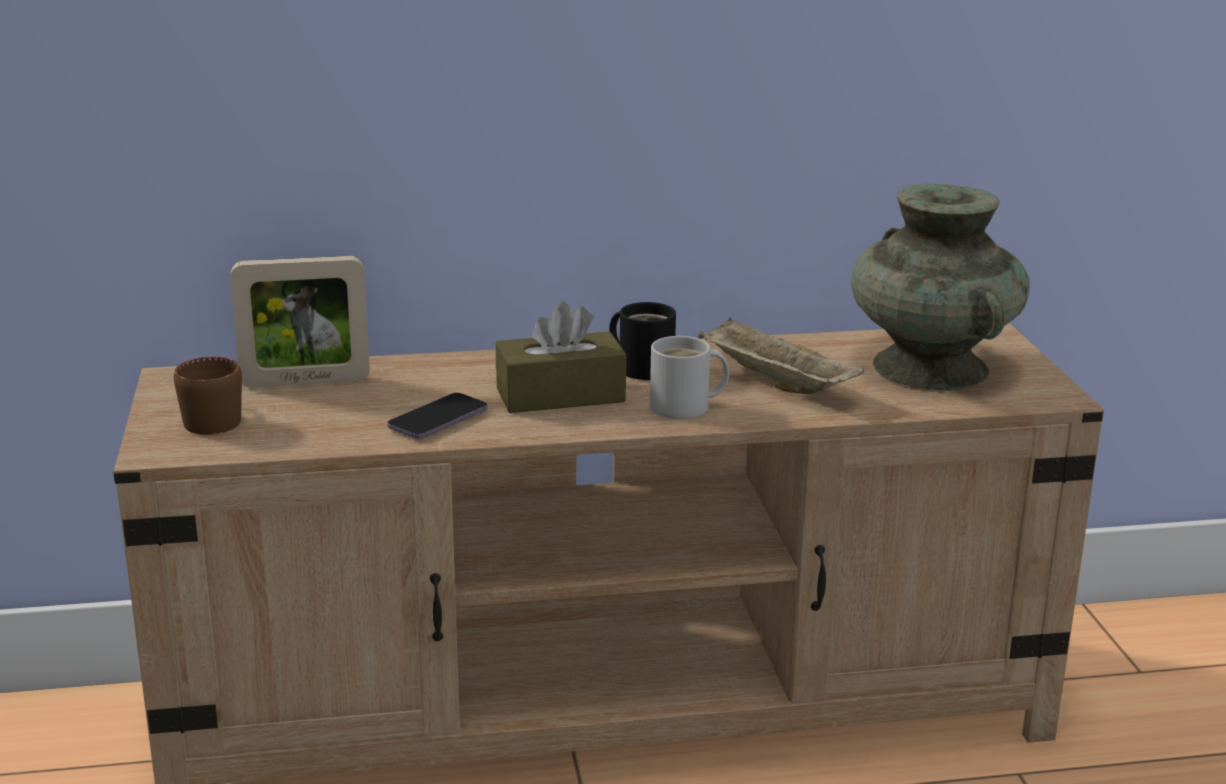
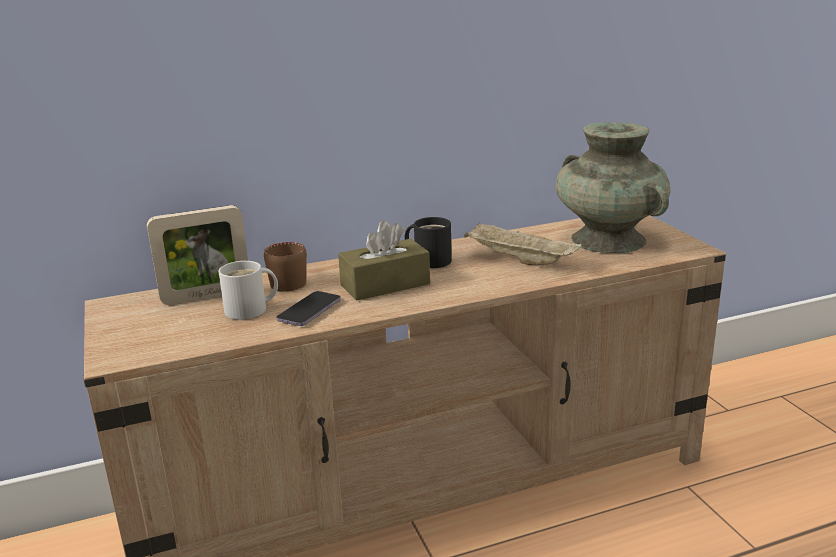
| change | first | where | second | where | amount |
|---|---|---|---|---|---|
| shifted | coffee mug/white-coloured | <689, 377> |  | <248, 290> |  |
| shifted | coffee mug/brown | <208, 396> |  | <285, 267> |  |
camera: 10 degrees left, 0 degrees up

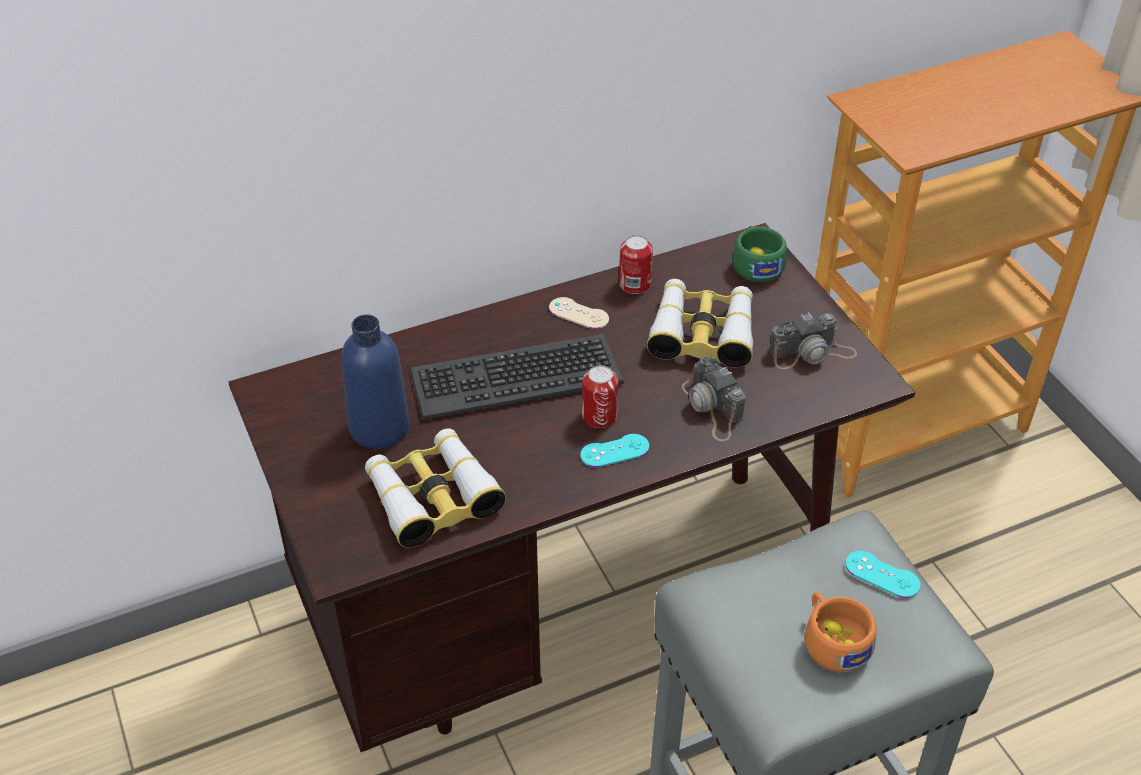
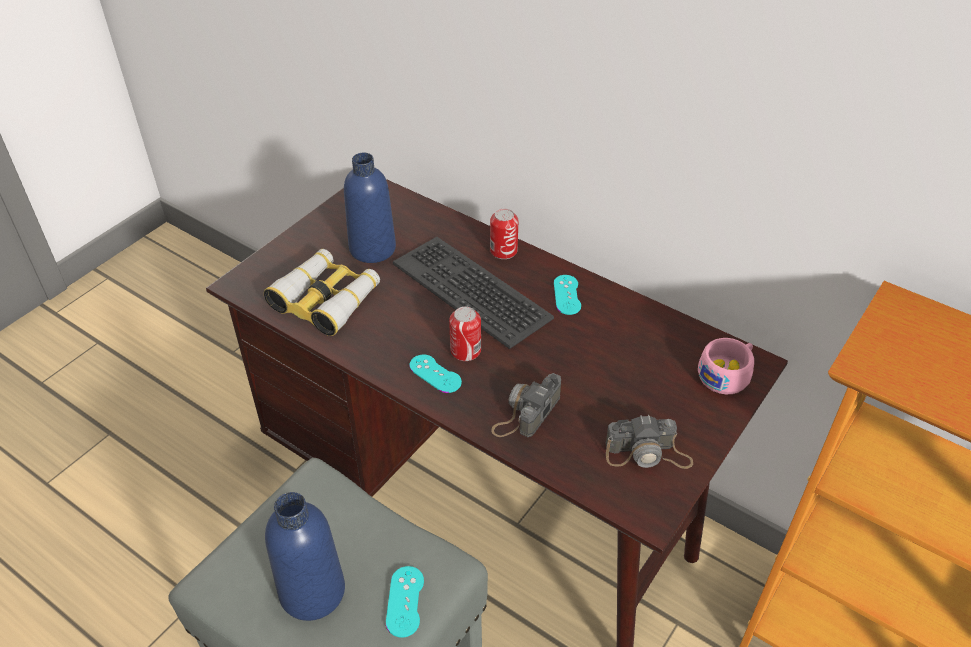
| change | first | where | second | where | amount |
|---|---|---|---|---|---|
| swapped | small cup/orange | <841, 632> | bottle/blue | <305, 556> |  |
| shifted | sealed can | <636, 264> |  | <504, 234> |  |
| repainted | game controller/beige-coloured | <579, 313> | game controller/turquoise | <567, 295> |  |
| rotated | photo camera | <813, 340> |  | <649, 442> | 45 degrees counterclockwise |
| repainted | small cup/green-coloured | <759, 254> | small cup/pink-coloured | <726, 366> |  |
| gone | pair of binoculars | <700, 323> |  |  |  |
camera: 60 degrees right, 0 degrees up

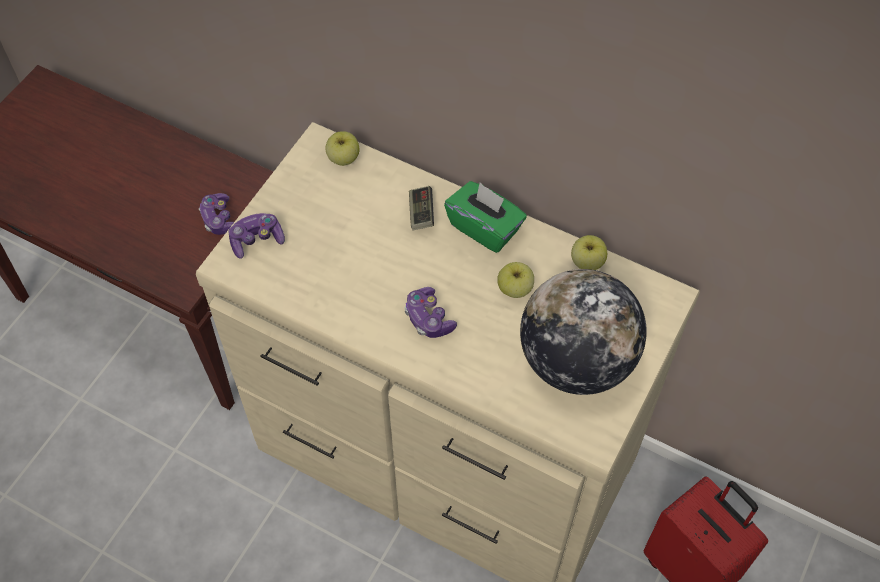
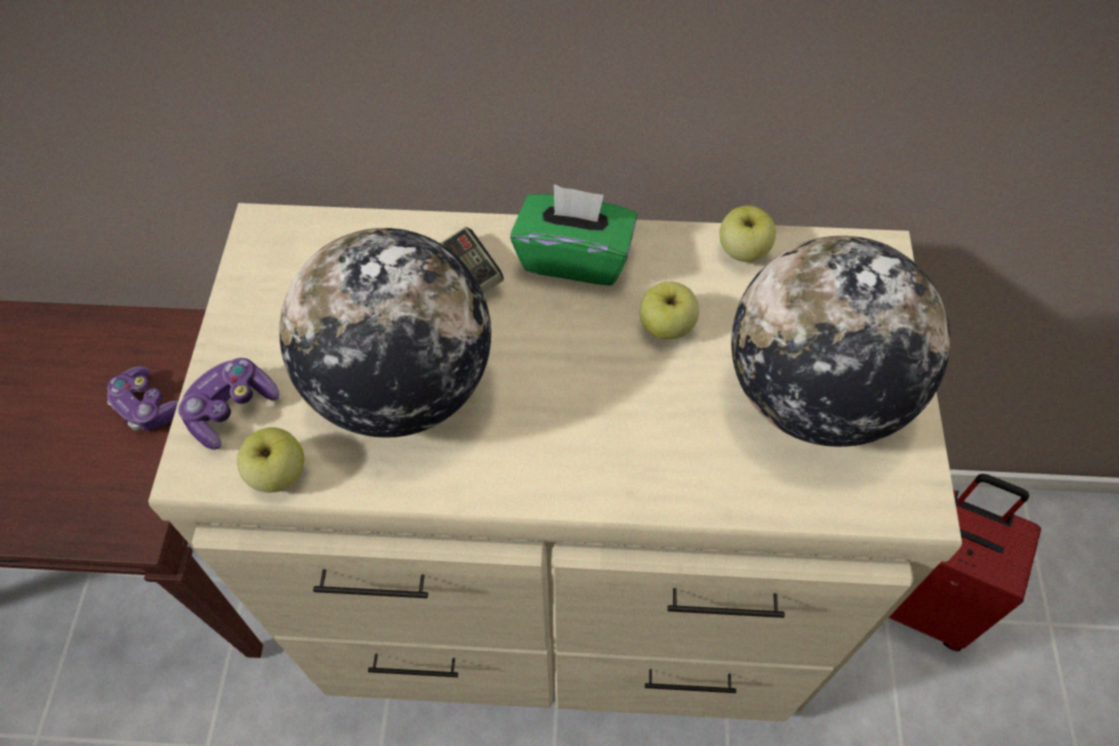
| change | first | where | second | where | amount |
|---|---|---|---|---|---|
| shifted | apple | <342, 148> |  | <270, 459> |  |
| new |  |  | world globe | <385, 332> |  |
| gone | game controller | <430, 312> |  |  |  |
camera: 25 degrees left, 0 degrees up

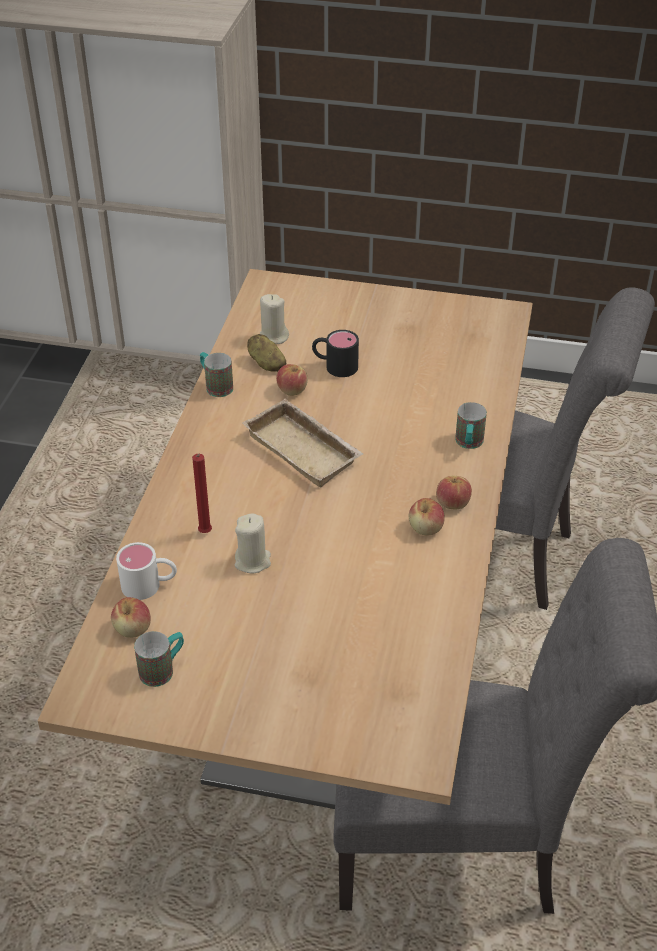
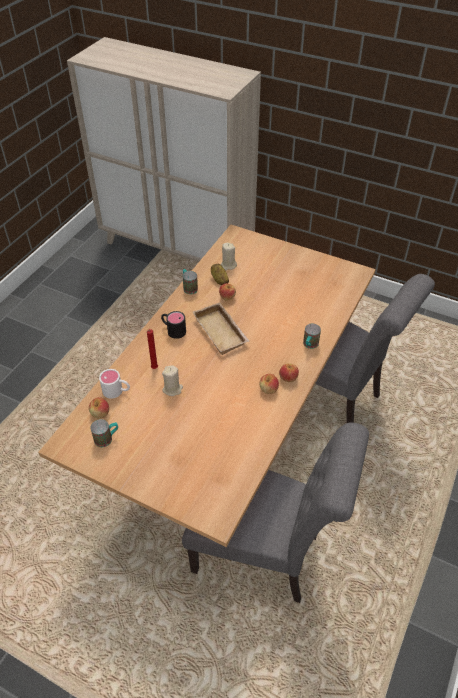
| change | first | where | second | where | amount |
|---|---|---|---|---|---|
| shifted | coffee mug/black | <335, 353> |  | <173, 325> |  |
camera: 15 degrees right, 5 degrees up

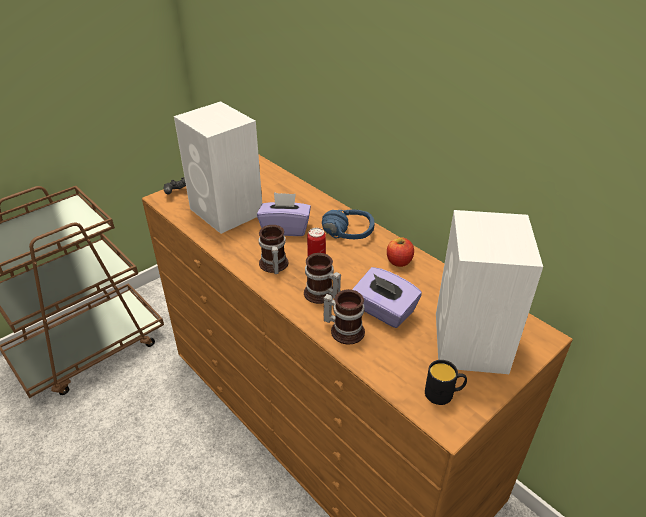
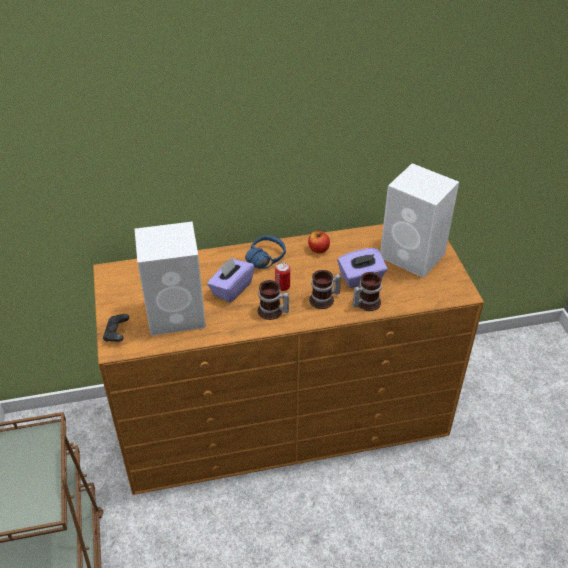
| change | first | where | second | where | amount |
|---|---|---|---|---|---|
| gone | coffee mug/black | <446, 382> |  |  |  |
camera: 60 degrees left, 5 degrees up

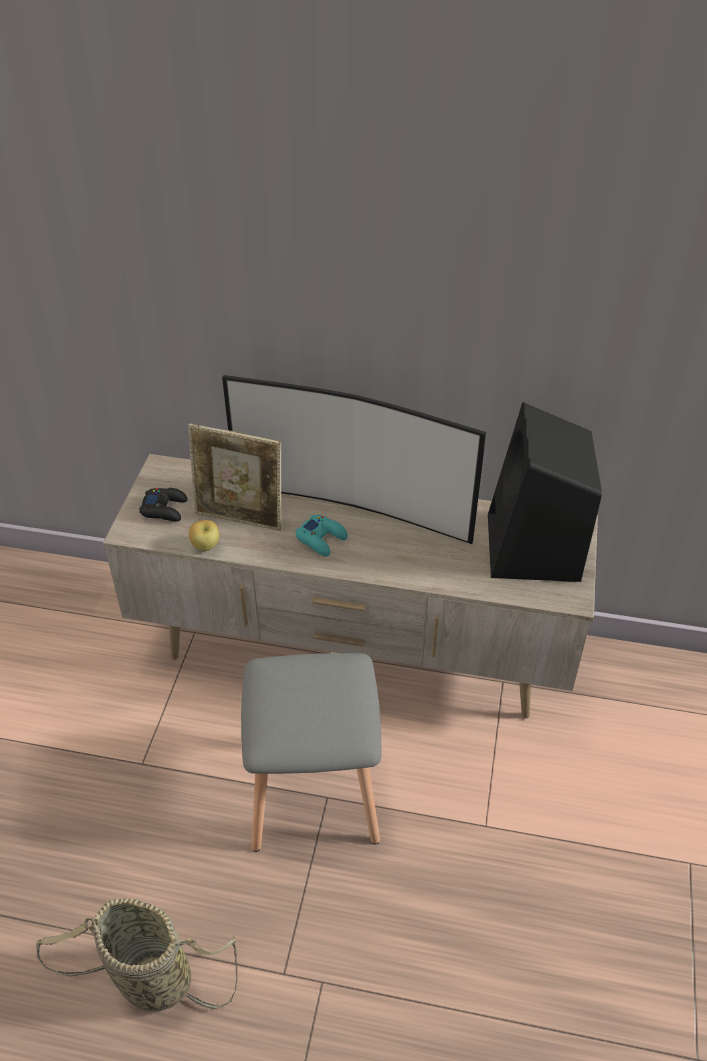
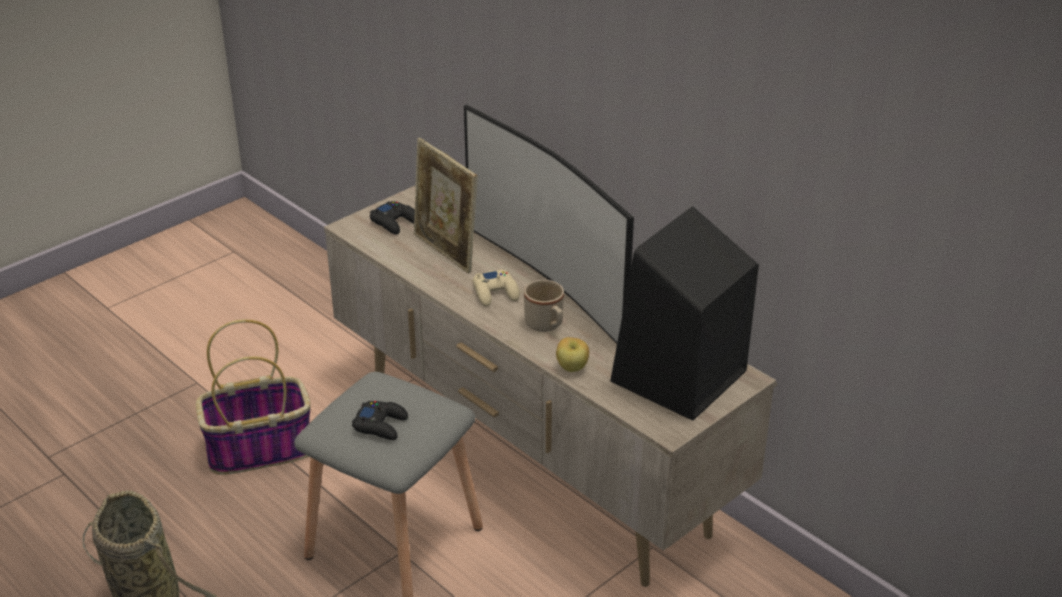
| change | first | where | second | where | amount |
|---|---|---|---|---|---|
| new |  |  | basket | <253, 397> |  |
| new |  |  | game controller/black | <380, 420> |  |
| repainted | game controller/turquoise | <322, 536> | game controller/beige-coloured | <496, 288> |  |
| new |  |  | coffee mug/beige-coloured | <544, 306> |  |
| shifted | apple | <204, 535> |  | <572, 354> |  |
camera: 35 degrees right, 10 degrees down

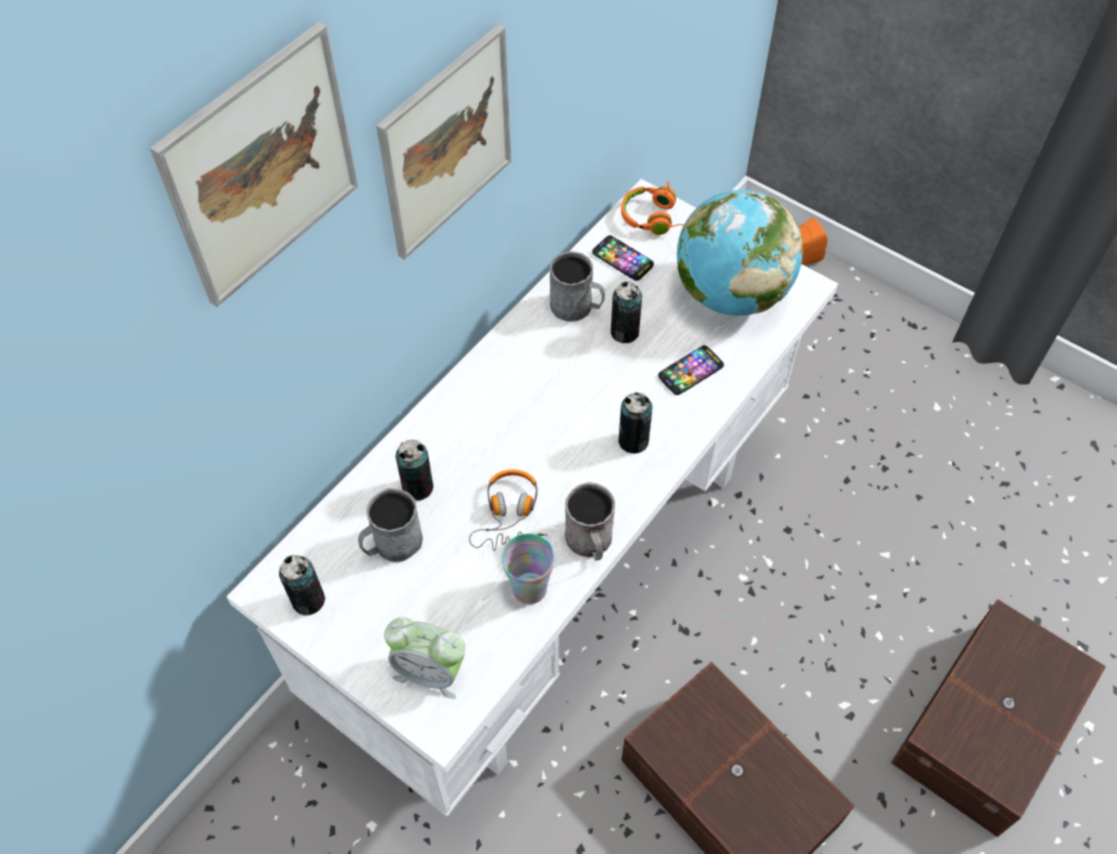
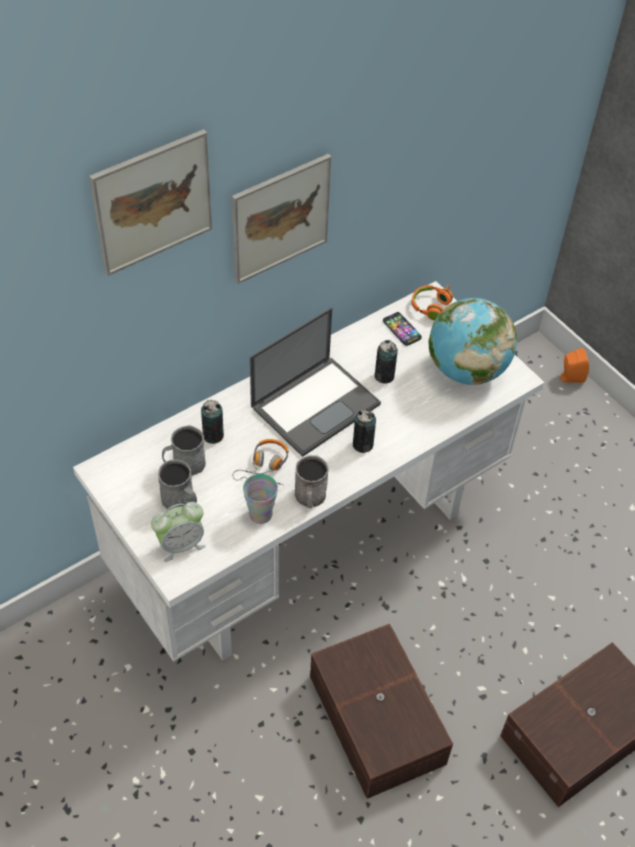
| change | first | where | second | where | amount |
|---|---|---|---|---|---|
| rotated | bedside clock | <424, 658> |  | <178, 532> | 60 degrees counterclockwise |
| shifted | coffee mug/gray | <577, 287> |  | <177, 484> |  |
| new |  |  | notebook computer | <315, 382> |  |
| gone | sealed can | <302, 585> |  |  |  |
| gone | telephone | <691, 370> |  |  |  |
camera: 15 degrees right, 5 degrees down

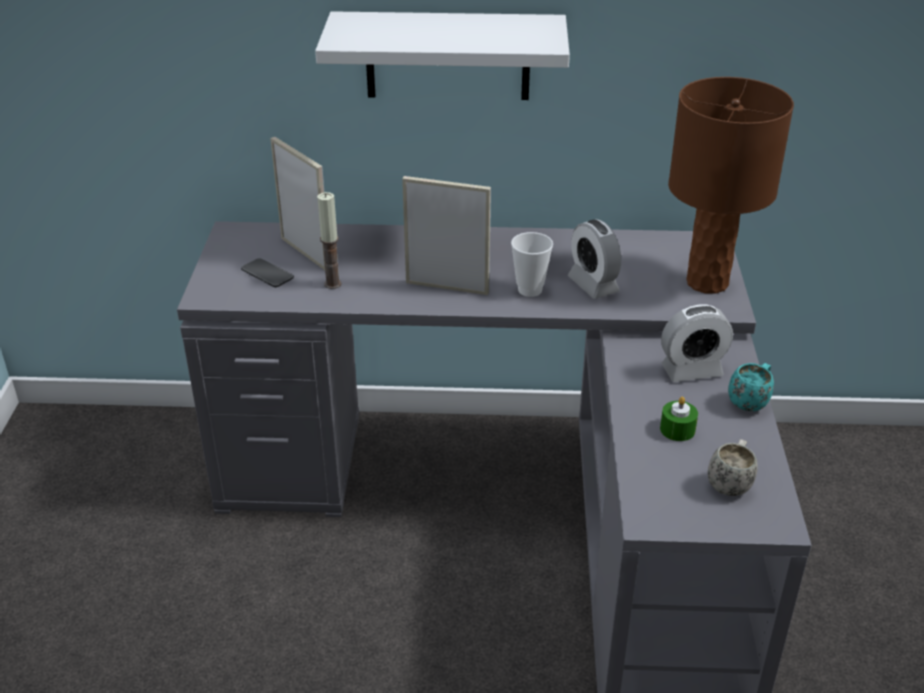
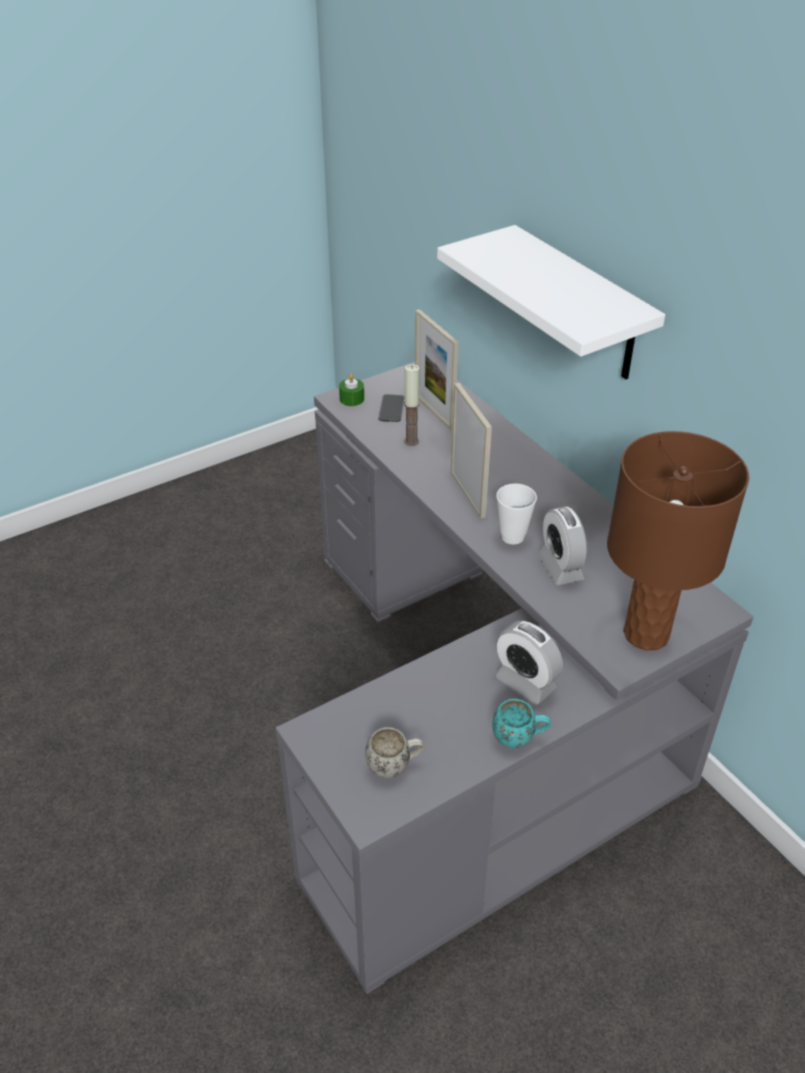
| change | first | where | second | where | amount |
|---|---|---|---|---|---|
| shifted | candle/green-coloured | <679, 418> |  | <351, 390> |  |
| rotated | picture frame | <297, 203> |  | <436, 369> | 135 degrees clockwise |
| rotated | bedside clock | <594, 259> |  | <562, 545> | 45 degrees counterclockwise |
camera: 55 degrees right, 5 degrees up

